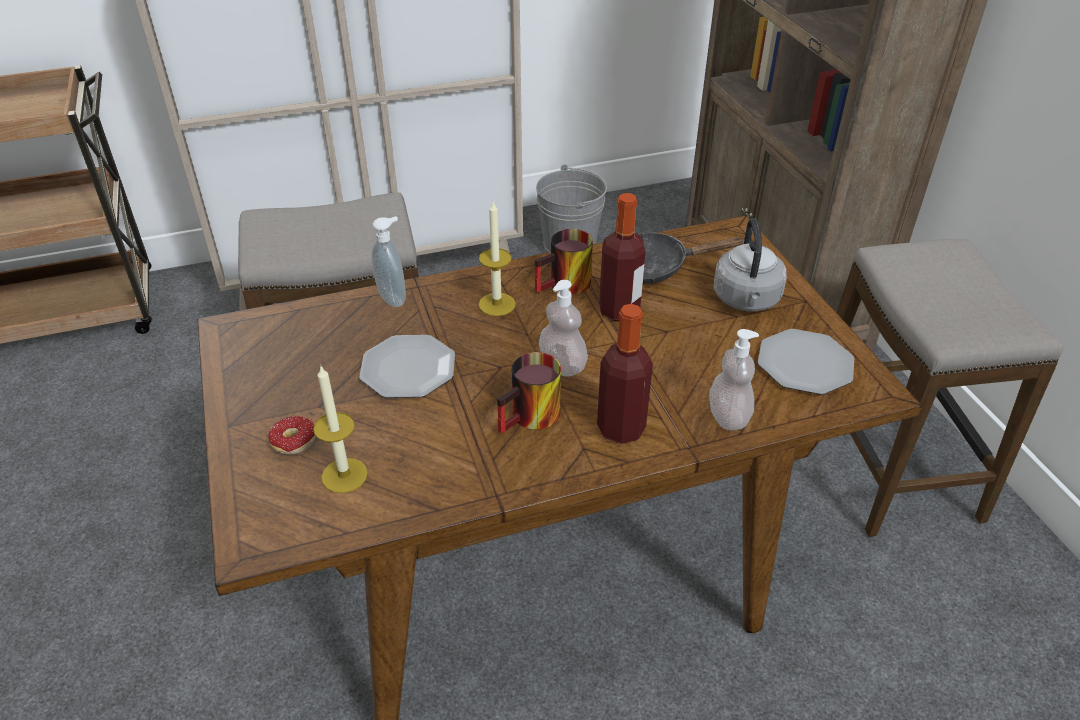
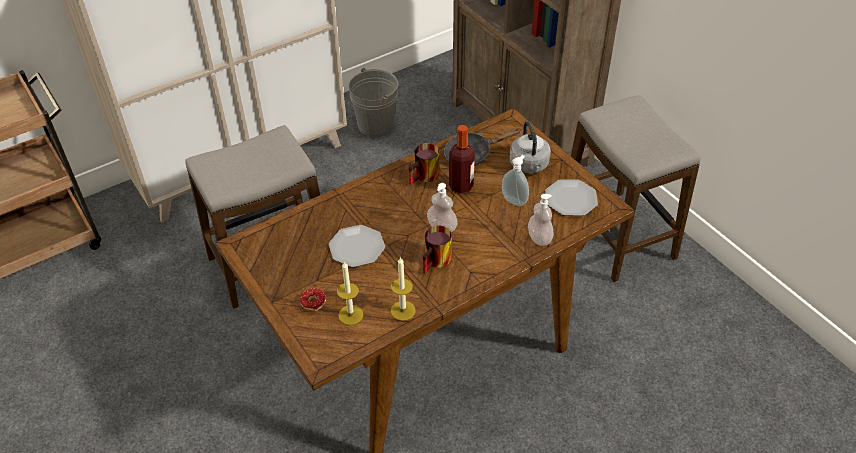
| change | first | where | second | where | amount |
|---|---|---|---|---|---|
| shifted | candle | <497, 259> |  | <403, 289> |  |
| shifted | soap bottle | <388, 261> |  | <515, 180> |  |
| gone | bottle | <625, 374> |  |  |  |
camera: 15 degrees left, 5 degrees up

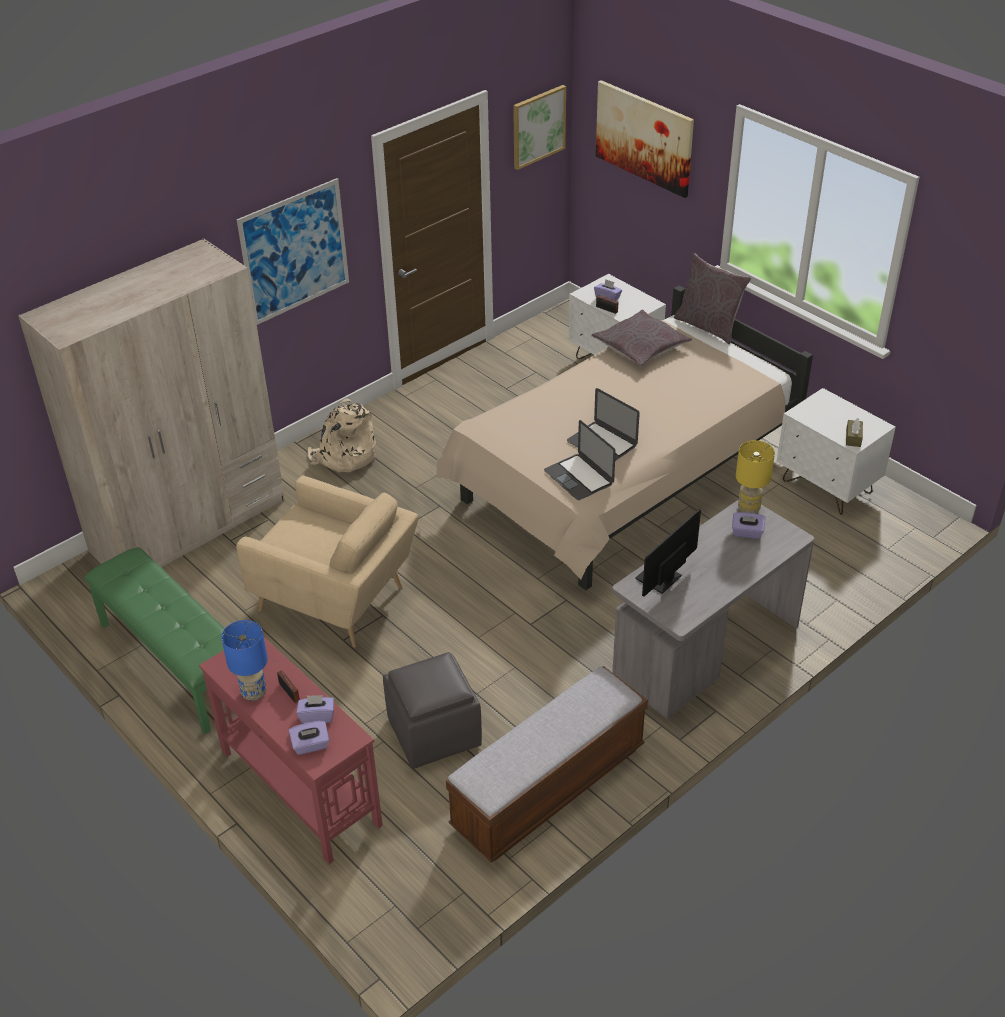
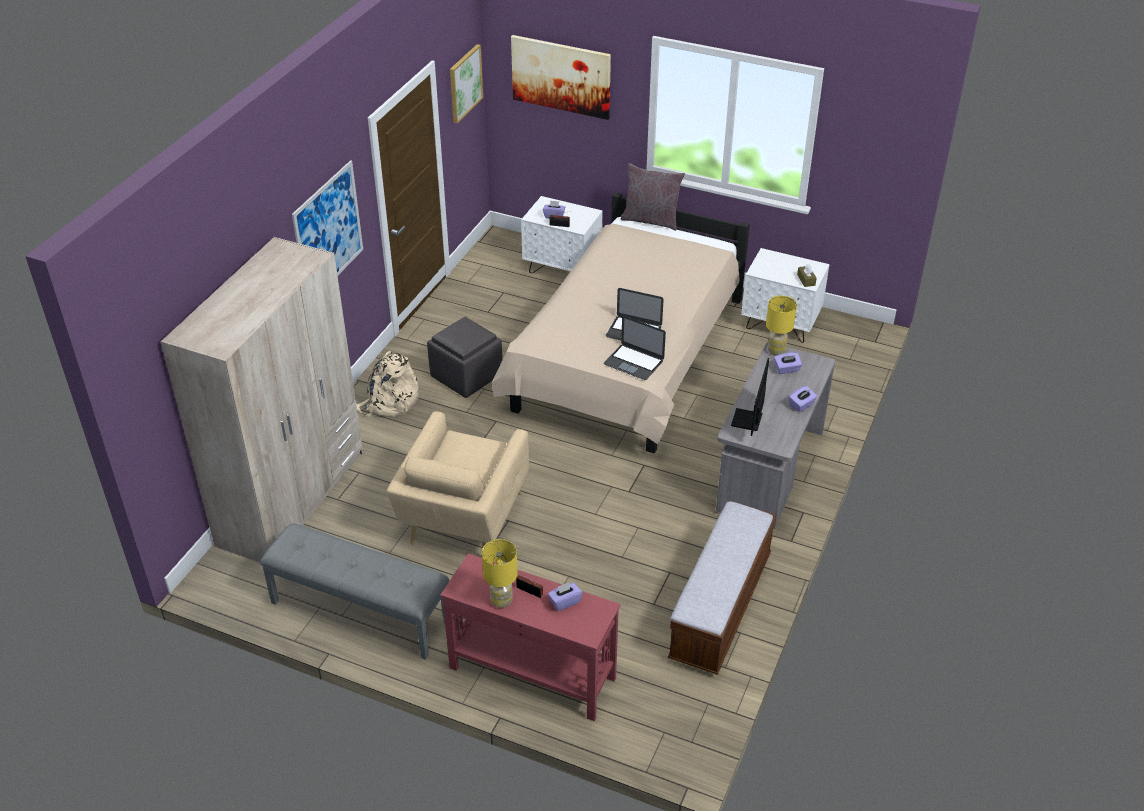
| change | first | where | second | where | amount |
|---|---|---|---|---|---|
| repainted | long seat/green-coloured | <154, 640> | long seat/gray | <354, 591> |  |
| rotated | lounge chair/beige-coloured | <327, 562> |  | <457, 479> | 105 degrees clockwise |
| shifted | footrest/gray | <432, 710> |  | <465, 357> |  |
| repainted | tabletop lamp/blue | <244, 660> | tabletop lamp/yellow-coloured | <500, 573> |  |
| shifted | tissue box/purplish | <309, 738> |  | <803, 399> |  |
| gone | throw pillow/gray | <641, 338> |  |  |  |
camera: 25 degrees left, 0 degrees up

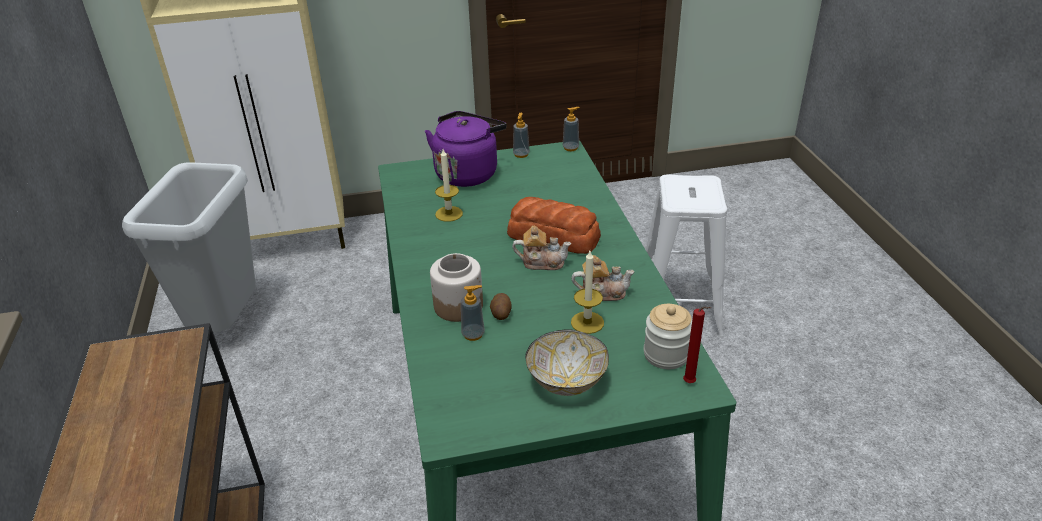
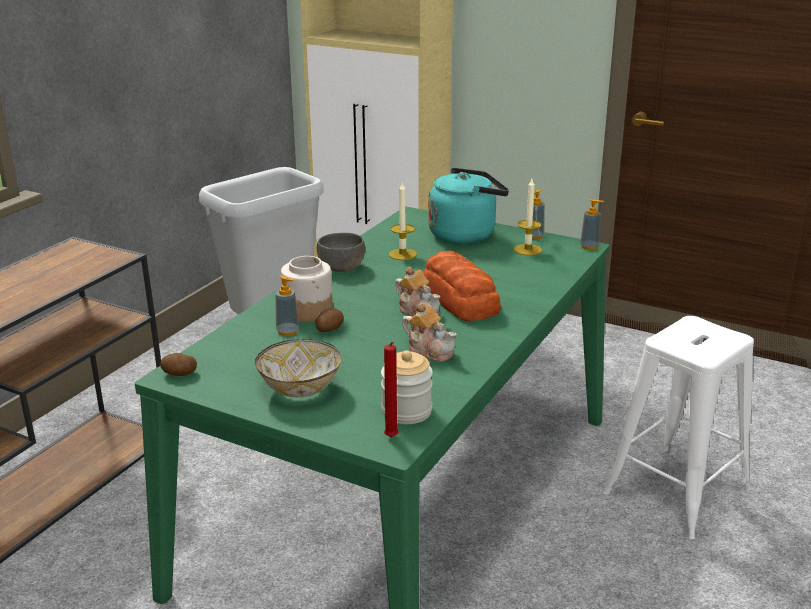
| change | first | where | second | where | amount |
|---|---|---|---|---|---|
| new |  |  | whole potato | <178, 364> |  |
| new |  |  | deep dish/gray | <341, 252> |  |
| repainted | kettle/purplish | <466, 149> | kettle/turquoise | <468, 206> |  |
| shifted | candle | <587, 292> |  | <528, 217> |  |
camera: 40 degrees right, 10 degrees down

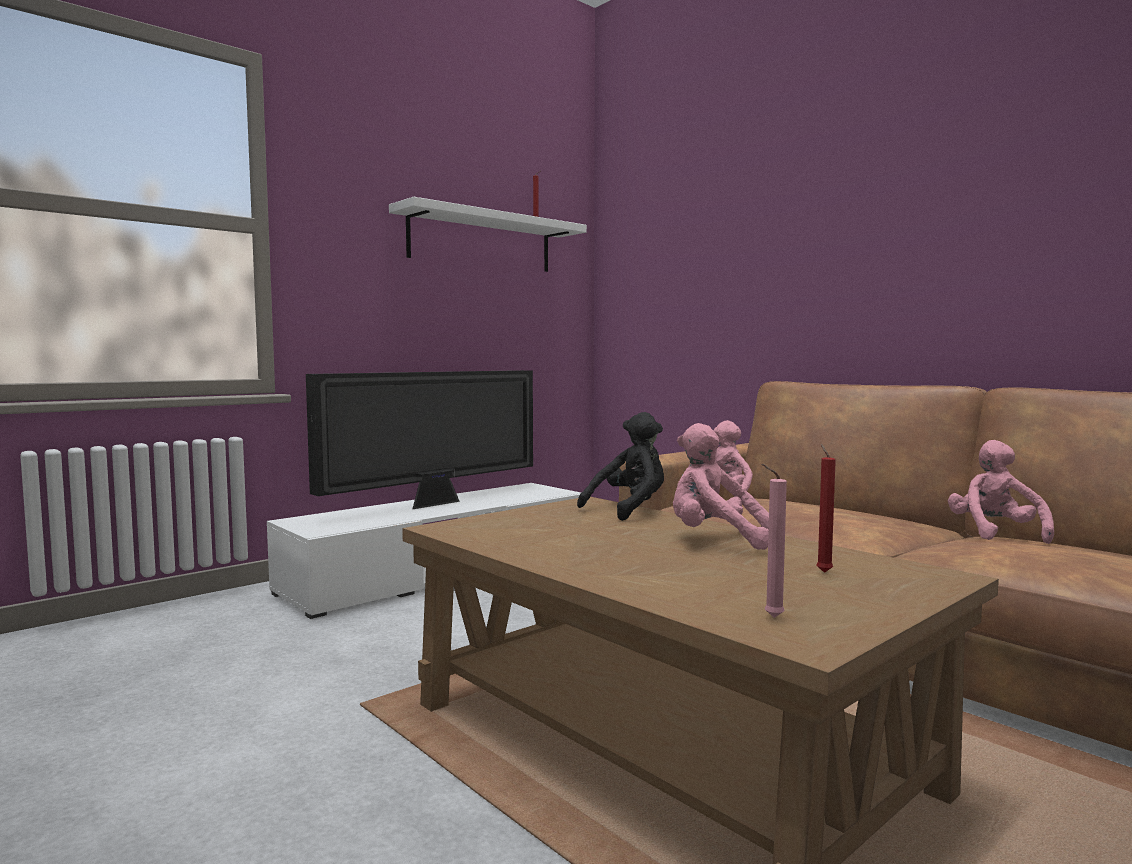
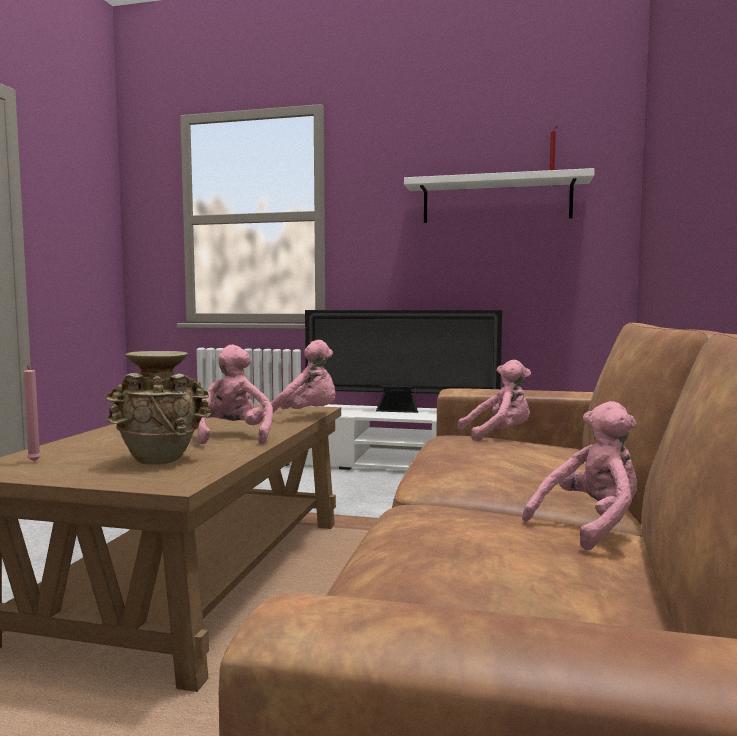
| change | first | where | second | where | amount |
|---|---|---|---|---|---|
| swapped | candle/red | <826, 508> | flower vase/beige-coloured | <158, 408> |  |
| repainted | cuddly toy/black | <620, 466> | cuddly toy/pink-coloured | <303, 376> |  |
camera: 55 degrees right, 0 degrees up

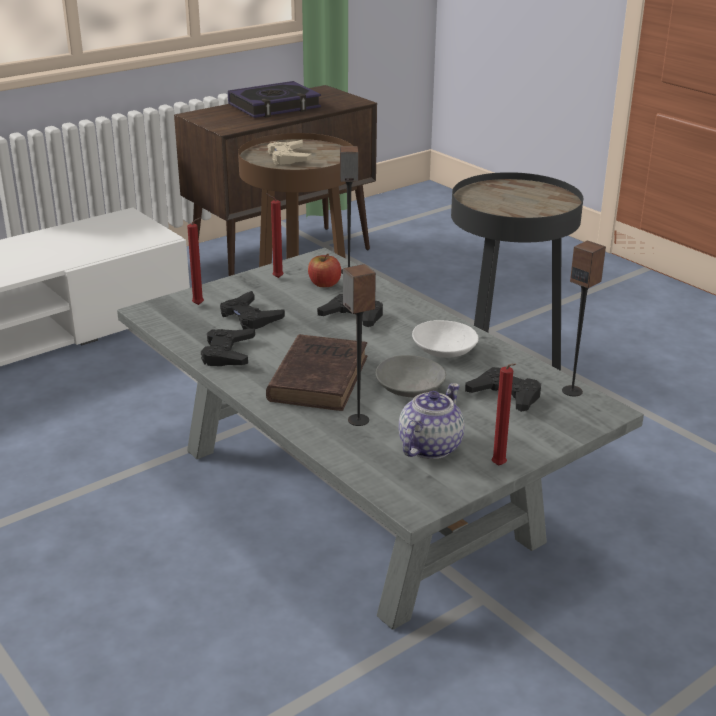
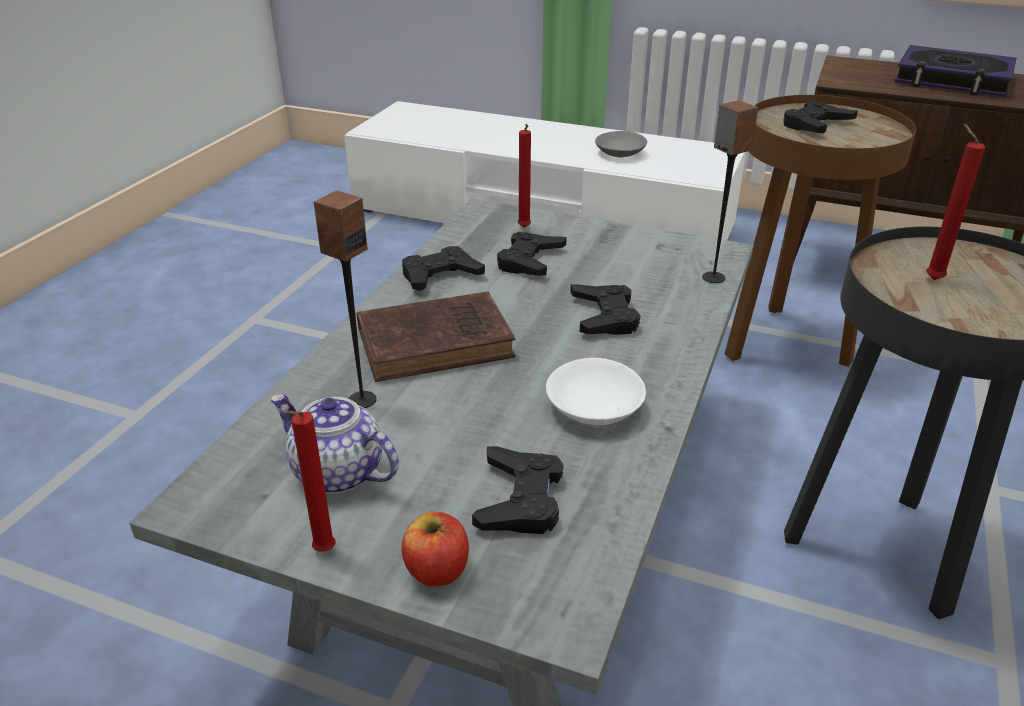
| change | first | where | second | where | amount |
|---|---|---|---|---|---|
| rotated | pot for tea | <432, 421> |  | <334, 444> | 150 degrees counterclockwise |
| shifted | apple | <324, 270> |  | <435, 548> |  |
| shifted | deep dish/gray | <411, 376> |  | <621, 144> |  |
| repainted | game controller/beige-coloured | <289, 152> | game controller/black | <820, 117> |  |
| shifted | candle/red | <274, 235> |  | <955, 202> |  |
| gone | audio speaker | <584, 318> |  |  |  |
camera: 60 degrees right, 5 degrees up

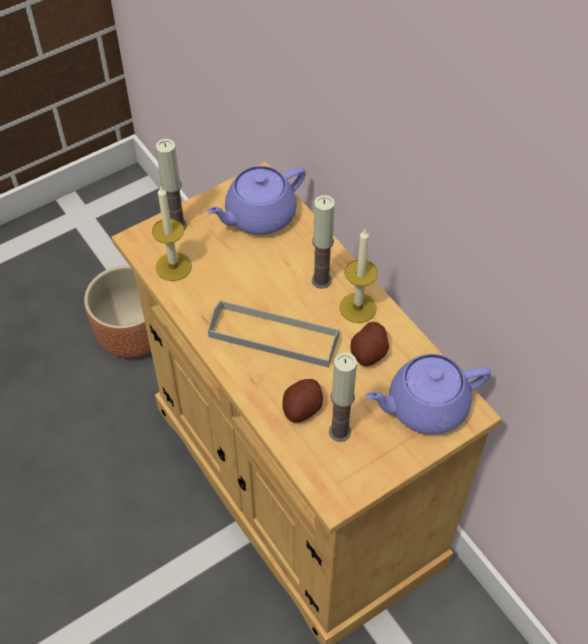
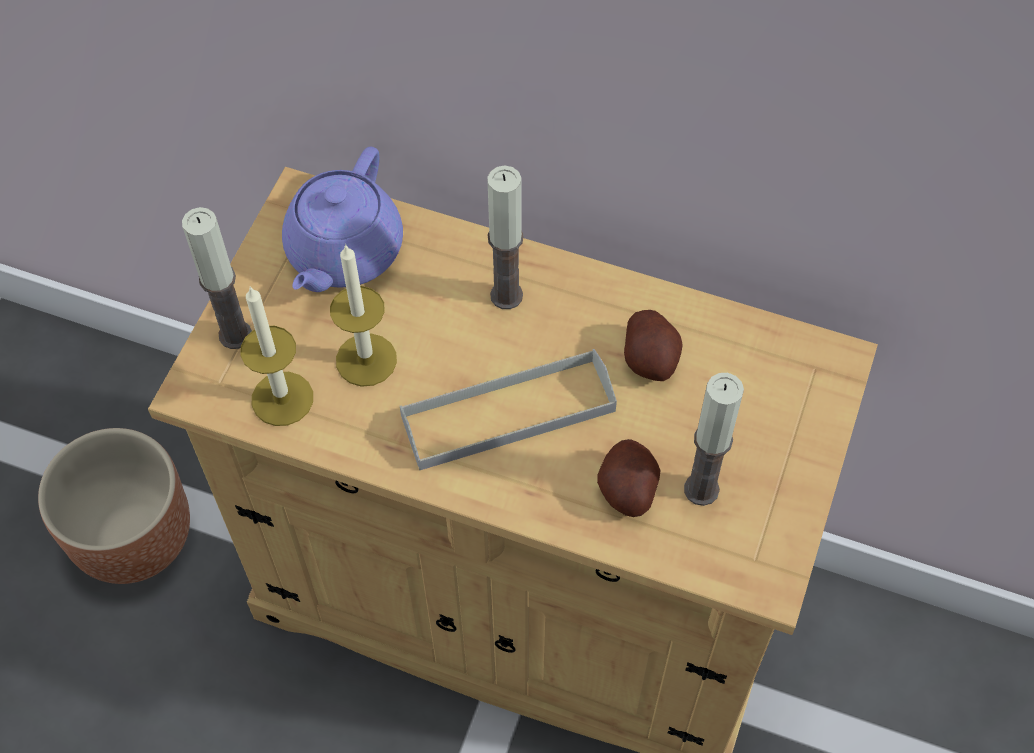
| change | first | where | second | where | amount |
|---|---|---|---|---|---|
| shifted | candle | <358, 276> |  | <363, 315> |  |
| gone | pot for tea/purplish | <428, 394> |  |  |  |
camera: 35 degrees left, 5 degrees up

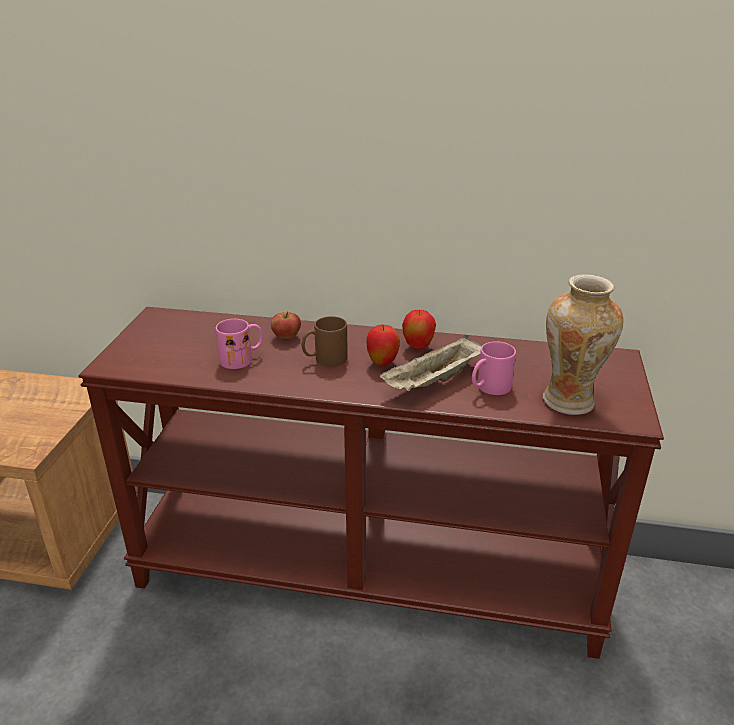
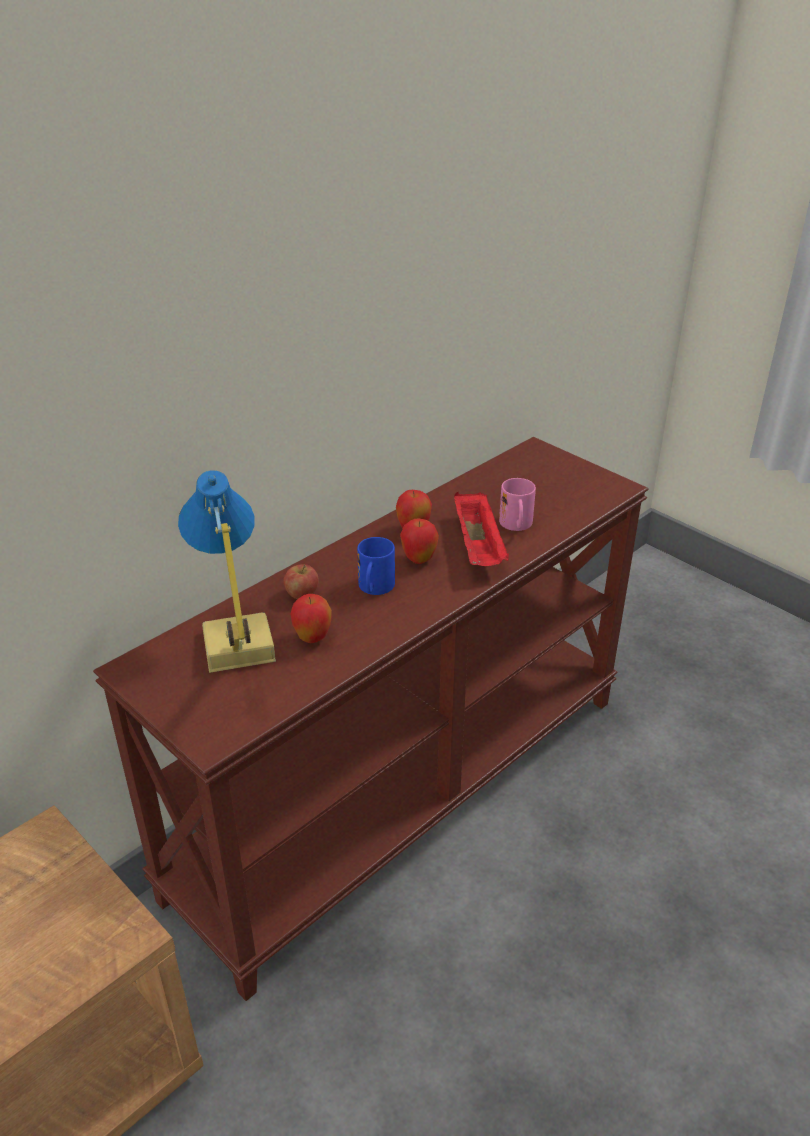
| change | first | where | second | where | amount |
|---|---|---|---|---|---|
| new |  |  | tabletop lamp | <227, 571> |  |
| swapped | coffee mug/pink-coloured | <239, 344> | apple | <311, 618> |  |
| repainted | coffee mug/brown | <325, 341> | coffee mug/blue | <376, 566> |  |
| repainted | serving tray/beige-coloured | <431, 363> | serving tray/red | <481, 529> |  |
| gone | flower vase | <583, 344> |  |  |  |
camera: 55 degrees left, 5 degrees up

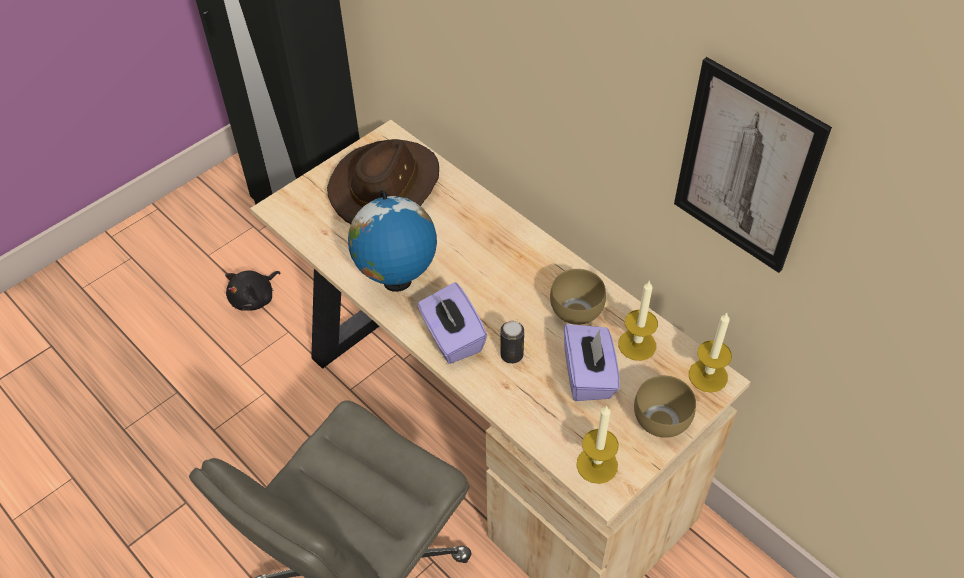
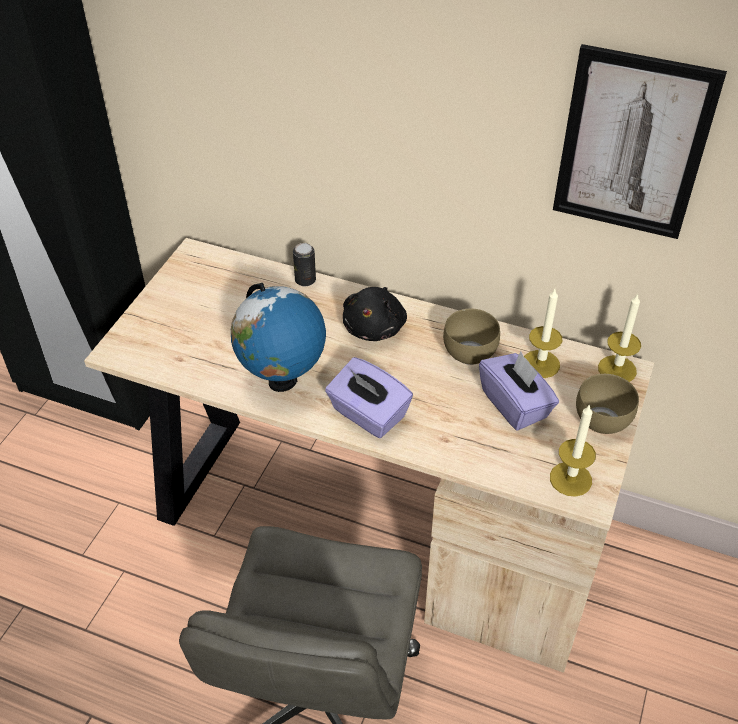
| change | first | where | second | where | amount |
|---|---|---|---|---|---|
| shifted | sealed can | <512, 342> |  | <304, 264> |  |
| shifted | cuddly toy/black | <252, 290> |  | <375, 314> |  |
| gone | hat/brown | <383, 181> |  |  |  |
camera: 25 degrees left, 5 degrees down

